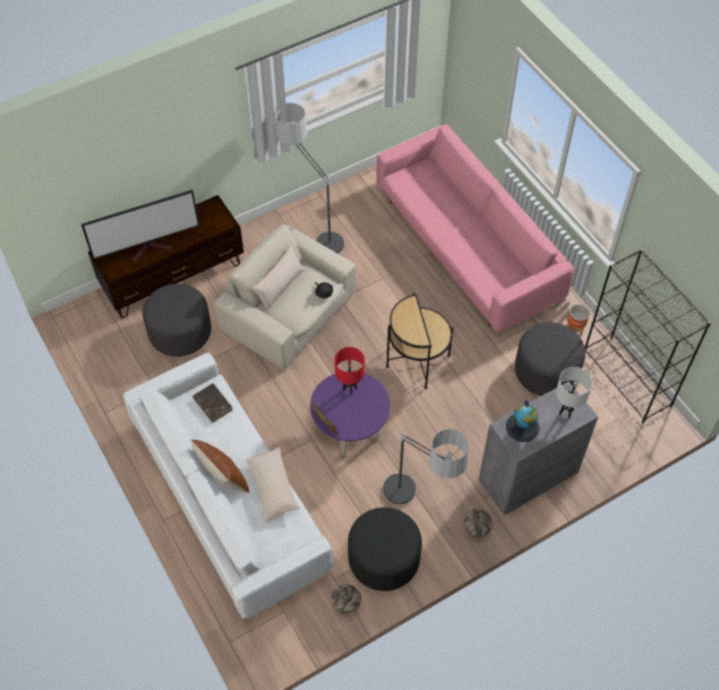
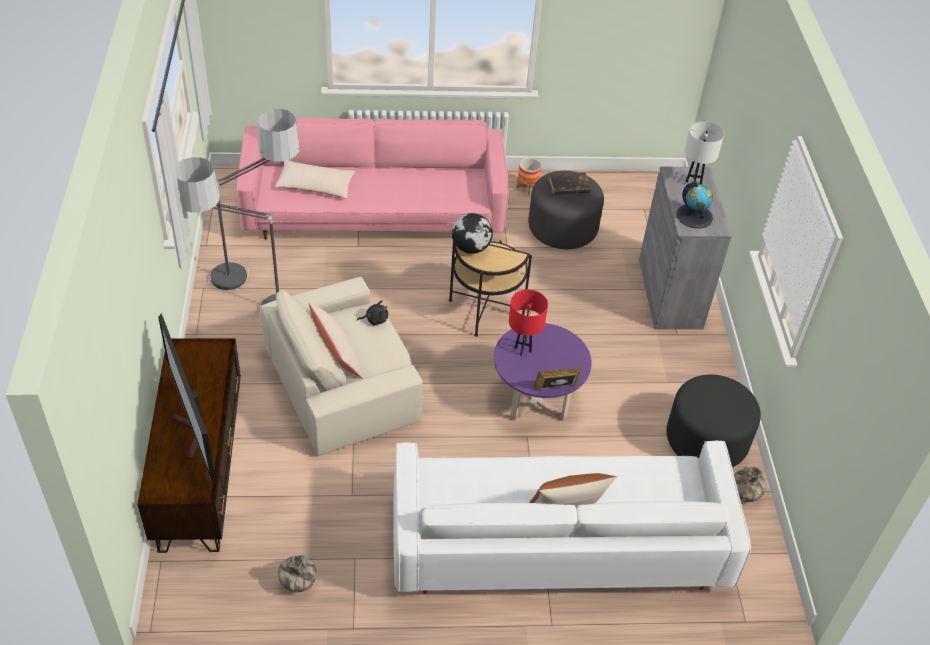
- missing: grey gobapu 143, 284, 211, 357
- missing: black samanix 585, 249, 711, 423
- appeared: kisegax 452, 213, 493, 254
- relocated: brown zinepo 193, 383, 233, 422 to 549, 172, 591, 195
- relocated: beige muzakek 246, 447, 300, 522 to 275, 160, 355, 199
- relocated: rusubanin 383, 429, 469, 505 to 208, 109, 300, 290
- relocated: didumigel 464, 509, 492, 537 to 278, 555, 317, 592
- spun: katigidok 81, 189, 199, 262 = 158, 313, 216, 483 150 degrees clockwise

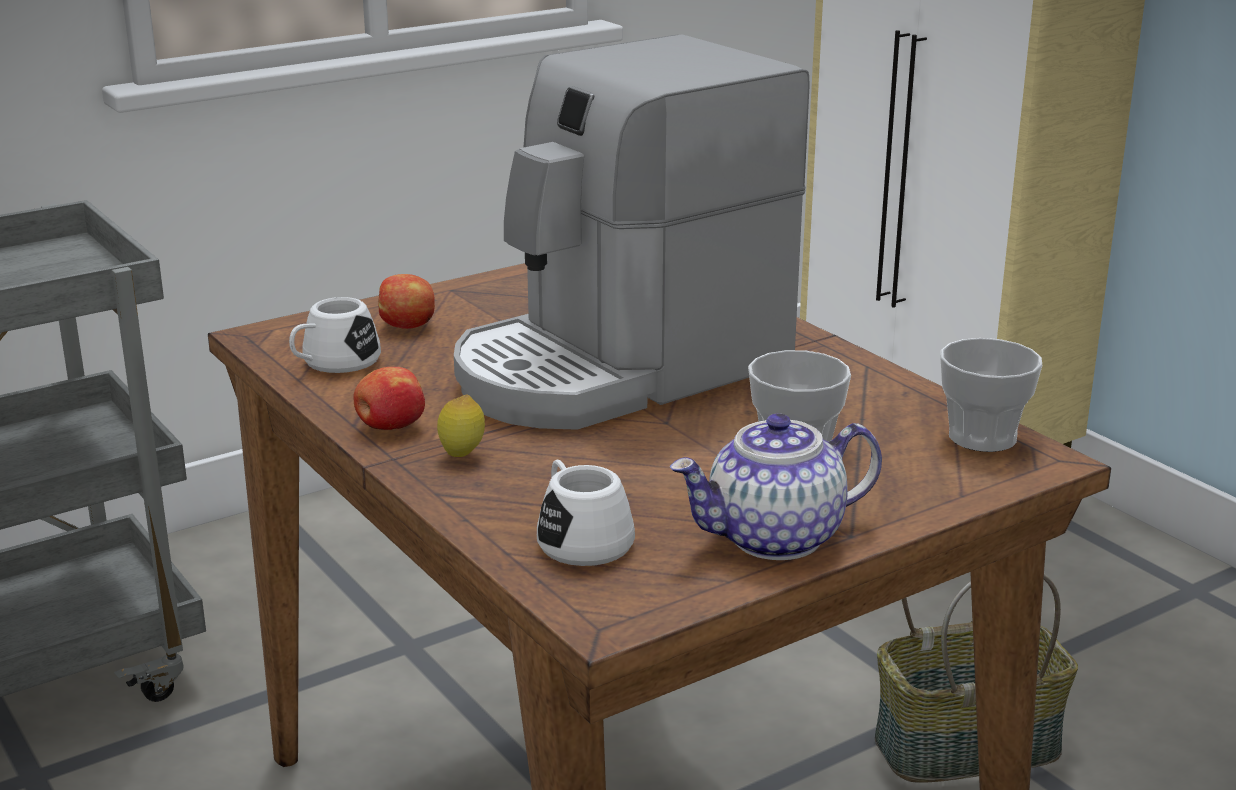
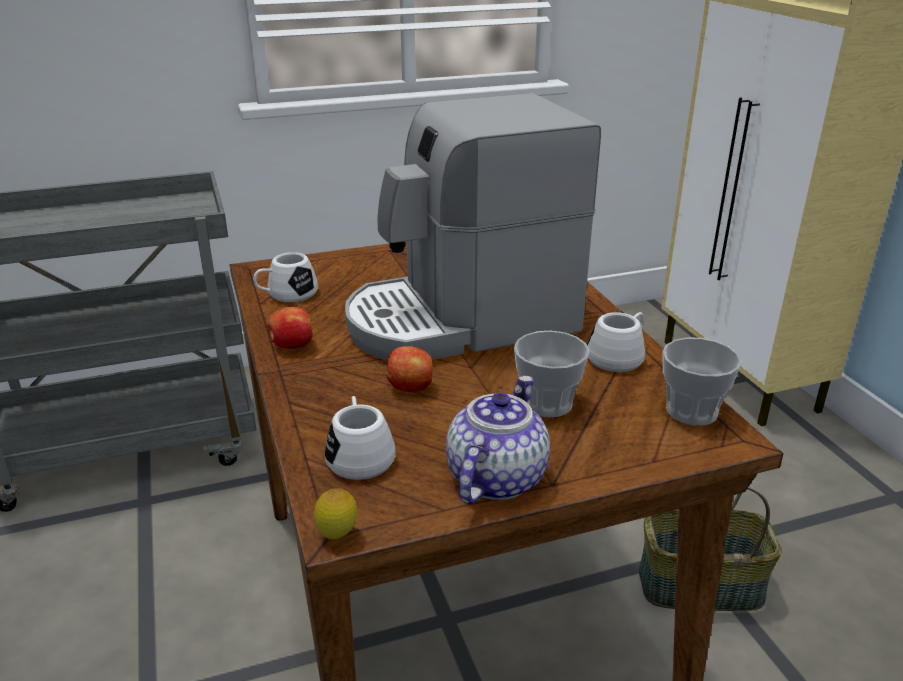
- appeared: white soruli 587, 312, 645, 372
- relocated: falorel 378, 274, 435, 329 to 386, 346, 433, 392
- relocated: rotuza 437, 395, 485, 457 to 314, 488, 357, 540
- spun: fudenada 670, 413, 882, 560 = 446, 376, 550, 504 120 degrees clockwise

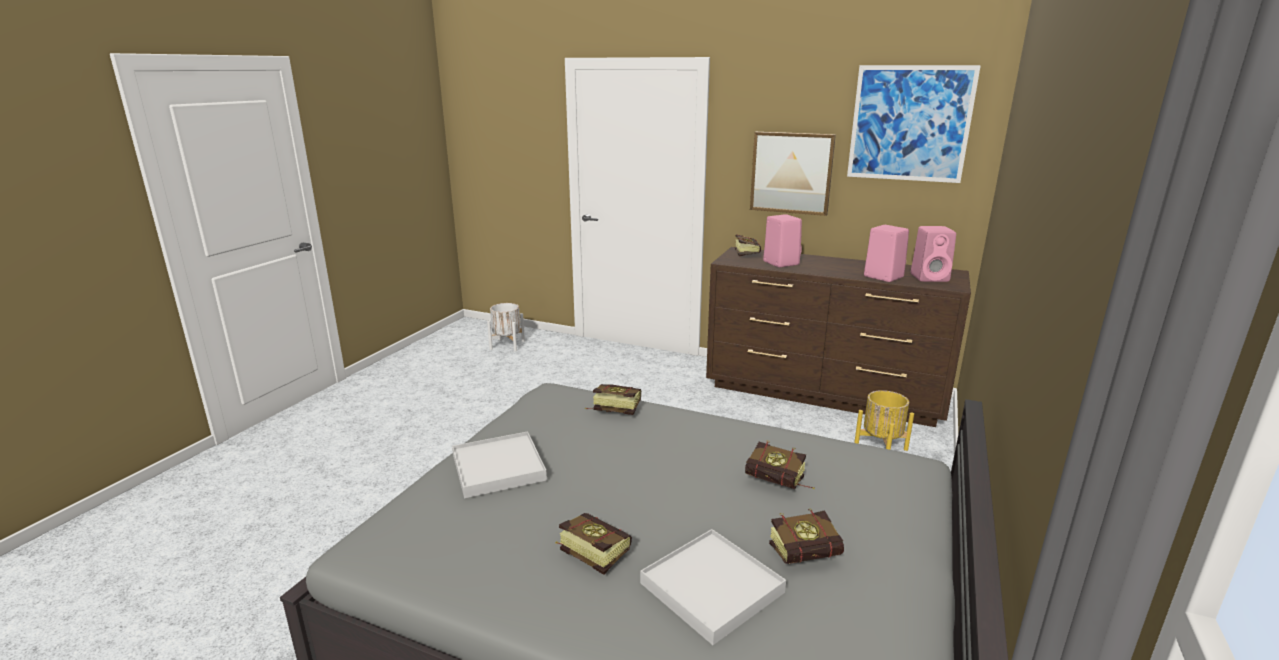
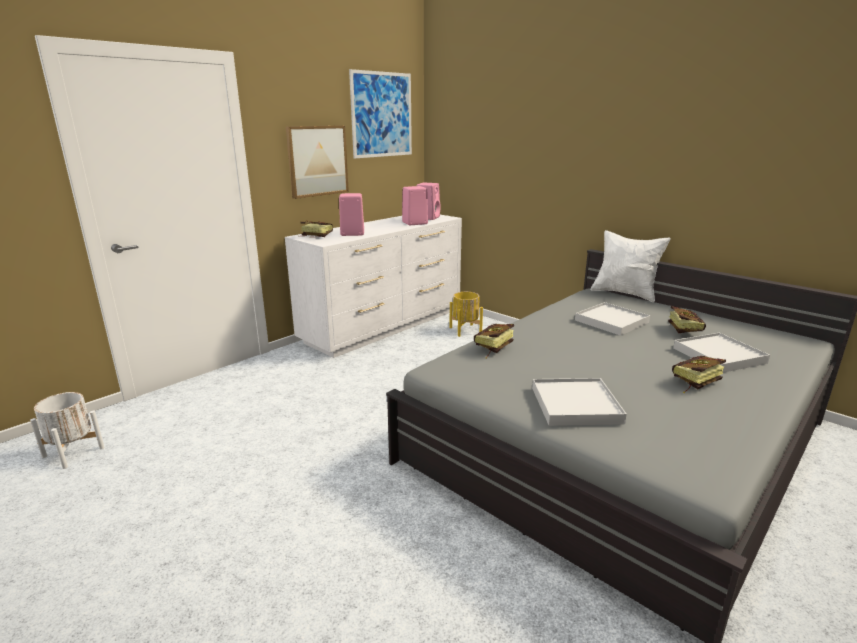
- appeared: white muzakek 591, 230, 671, 302
- exchanged: zinepo 745, 441, 815, 489 to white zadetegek 575, 302, 650, 336
- colour: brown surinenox 706, 247, 971, 427 to white surinenox 285, 215, 462, 358

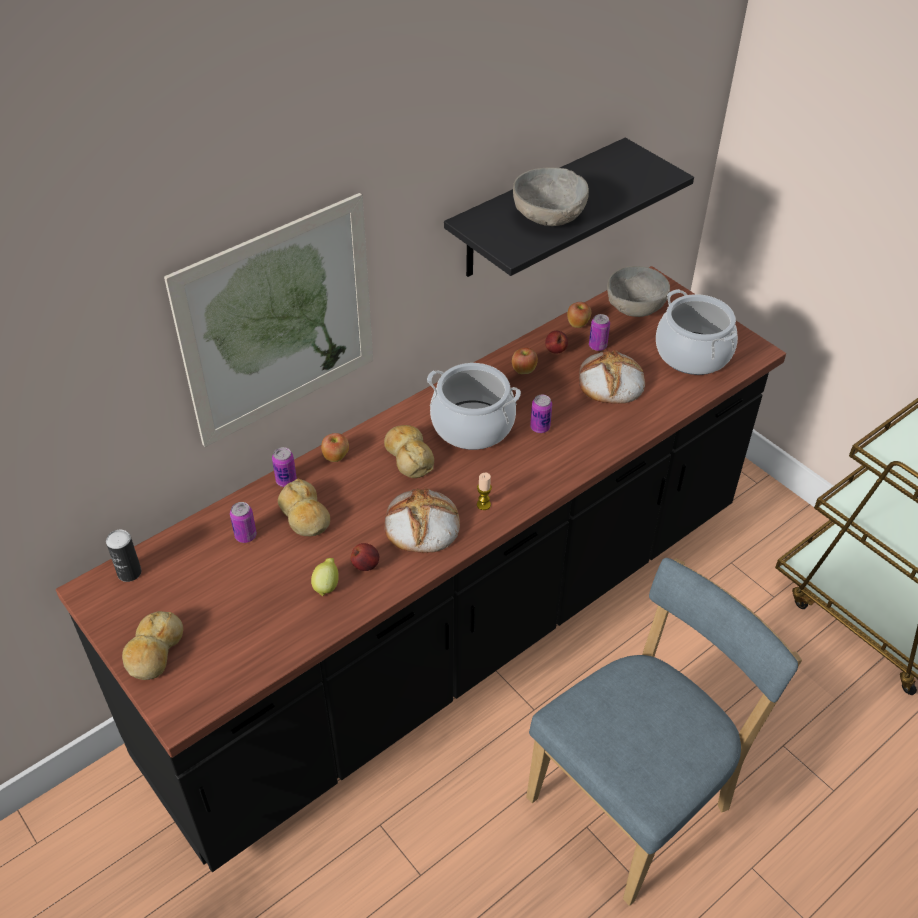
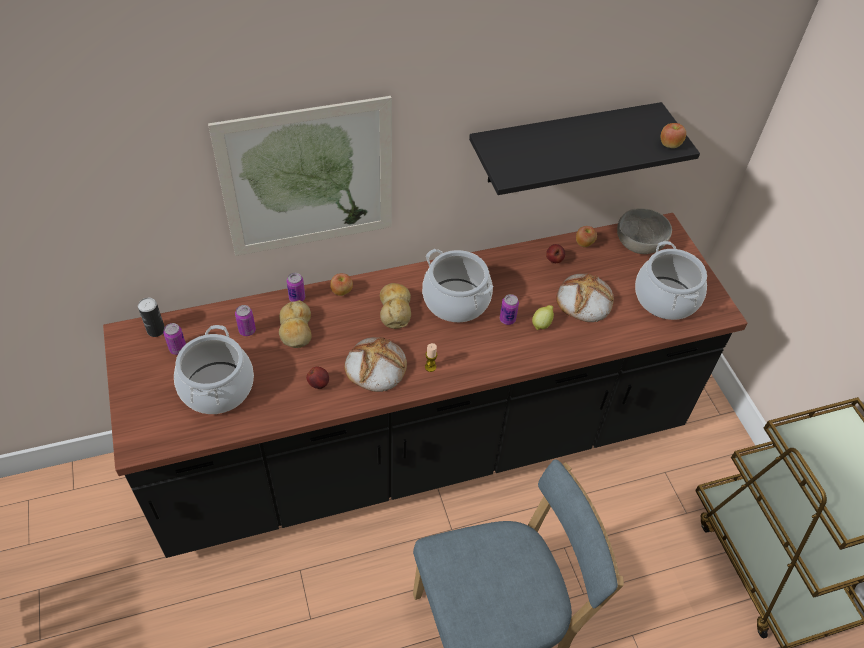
- missing: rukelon 122, 611, 183, 680
- missing: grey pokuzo 513, 167, 589, 226
- appeared: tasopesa 174, 325, 254, 414
- relocated: rotuza 311, 558, 339, 596 to 532, 305, 554, 330
- relocated: falorel 512, 348, 538, 374 to 661, 123, 686, 148
- relocated: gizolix 589, 314, 610, 351 to 163, 323, 186, 355

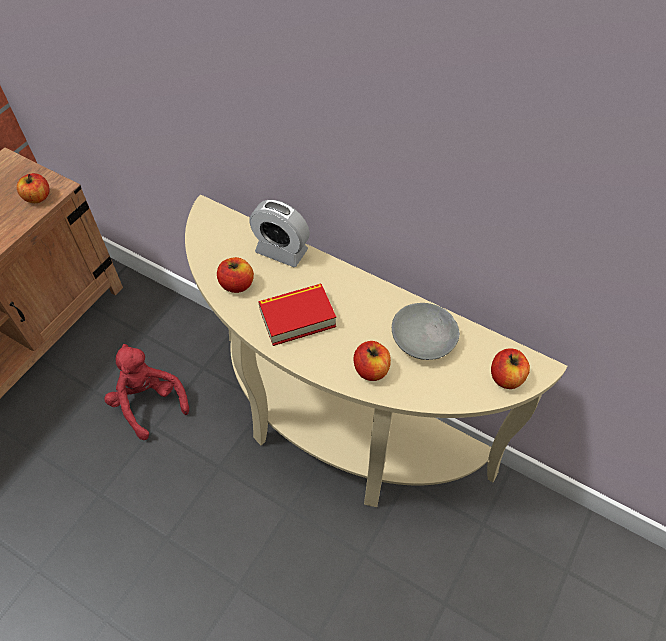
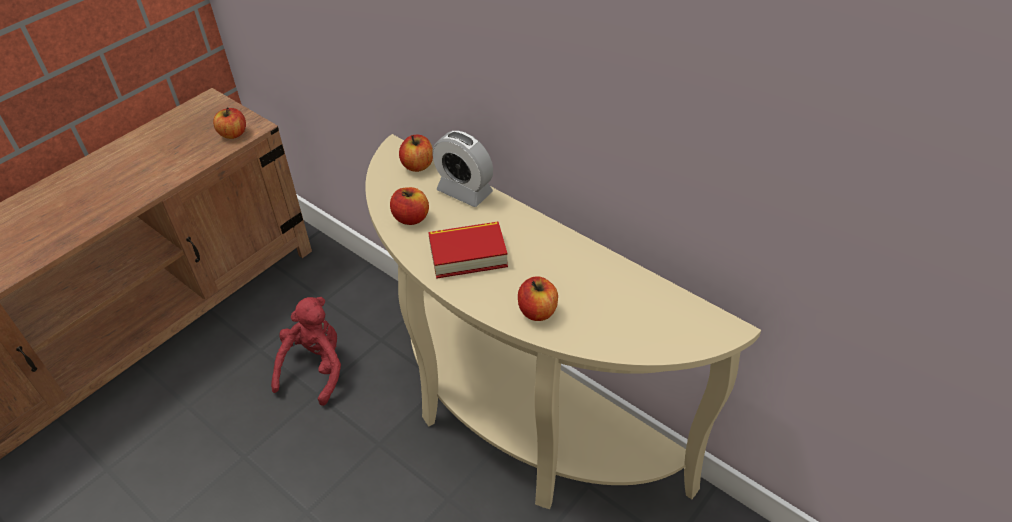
- missing: grey pokuzo 392, 303, 460, 360
- relocated: falorel 491, 348, 530, 389 to 399, 135, 433, 172
- spun: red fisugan 104, 344, 189, 440 = 271, 297, 341, 406 45 degrees clockwise

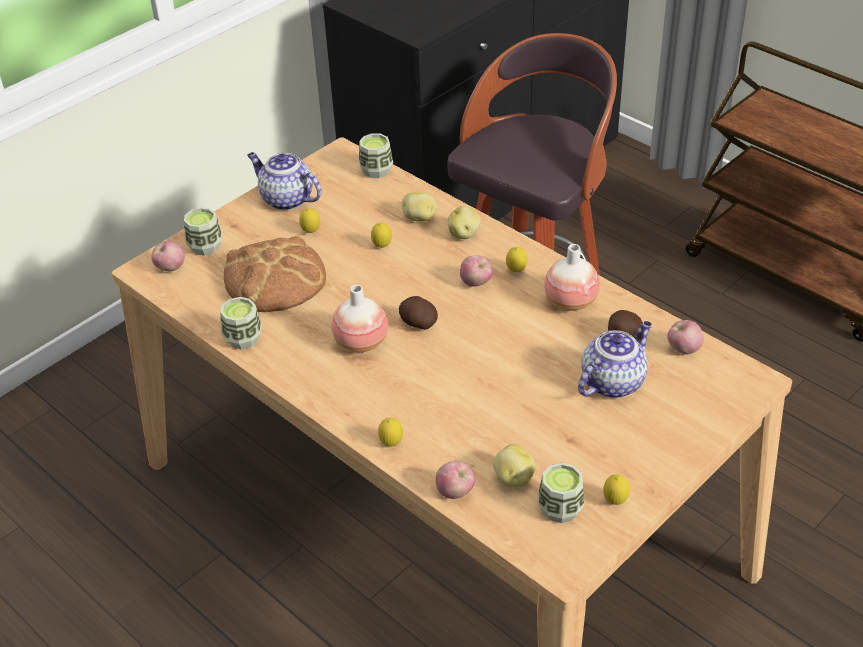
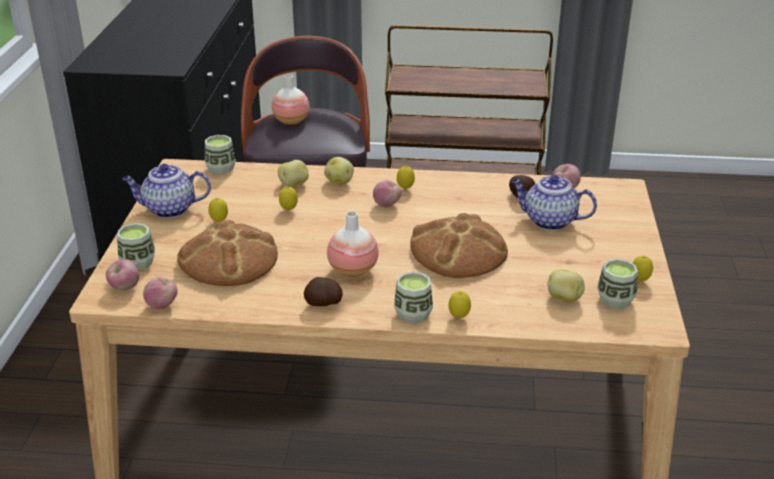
- appeared: rukelon 410, 213, 508, 278
- relocated: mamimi 220, 297, 262, 349 to 394, 272, 433, 323
- relocated: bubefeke 399, 296, 438, 330 to 304, 277, 343, 306
- relocated: falorel 436, 461, 475, 499 to 143, 277, 177, 309
- relocated: didumigel 544, 244, 600, 311 to 272, 75, 310, 125
- spun: fudenada 578, 321, 652, 398 = 511, 175, 597, 230 75 degrees counterclockwise

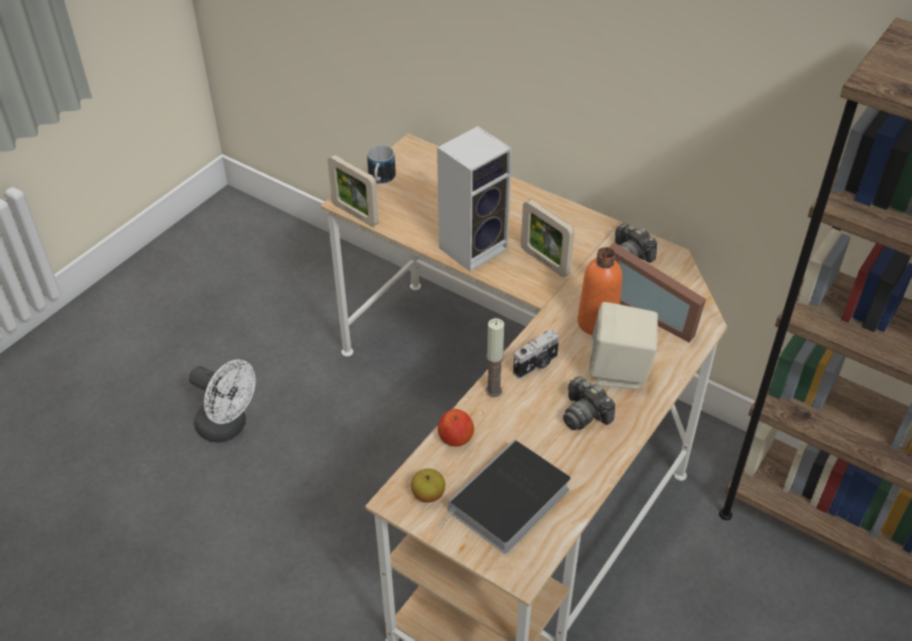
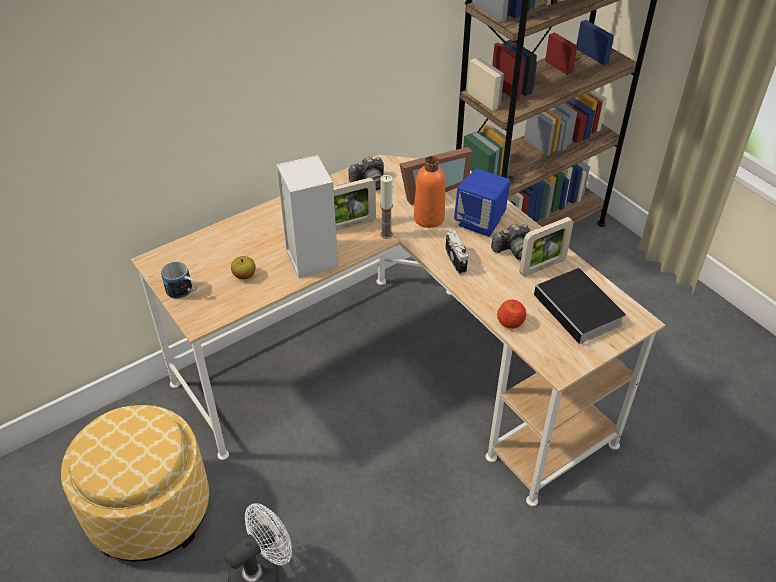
- appeared: gobapu 61, 405, 209, 562
- relocated: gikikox 327, 155, 379, 227 to 519, 217, 574, 277
- relocated: falorel 411, 469, 445, 503 to 231, 256, 256, 279
- relocated: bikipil 486, 318, 504, 397 to 380, 175, 393, 239
- colour: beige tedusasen 589, 302, 658, 389 to blue tedusasen 454, 169, 511, 236

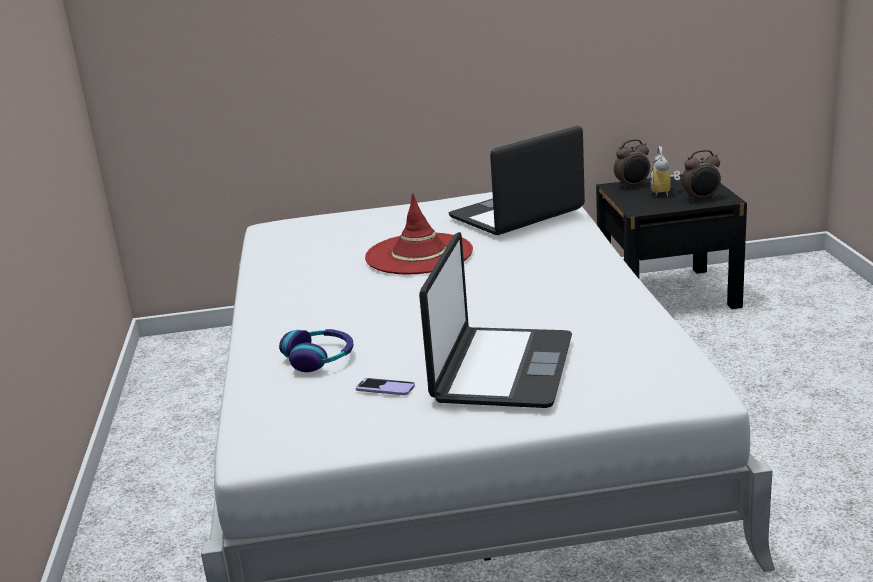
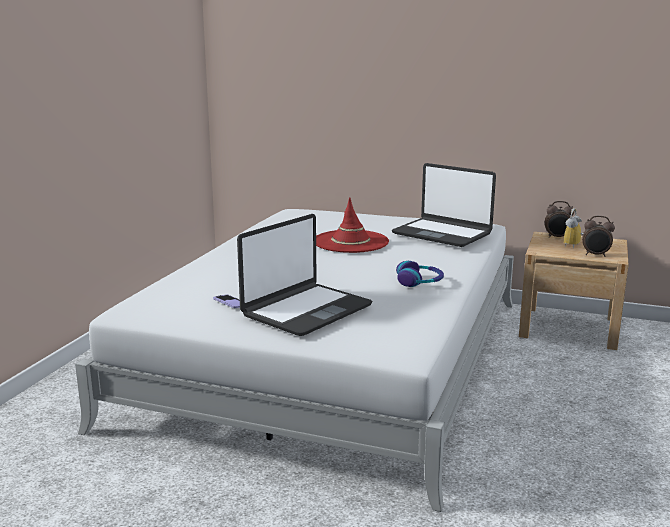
- relocated: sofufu 279, 329, 354, 372 to 396, 261, 444, 287
- colour: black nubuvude 596, 174, 747, 309 to beige nubuvude 519, 232, 629, 350
- spun: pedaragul 449, 126, 585, 235 = 392, 163, 496, 247 135 degrees counterclockwise

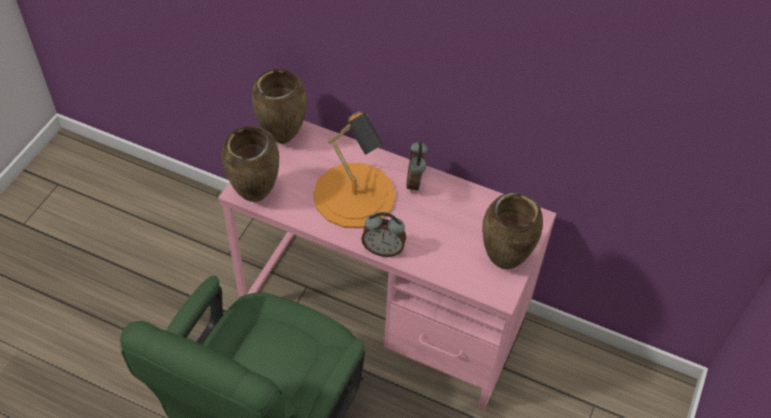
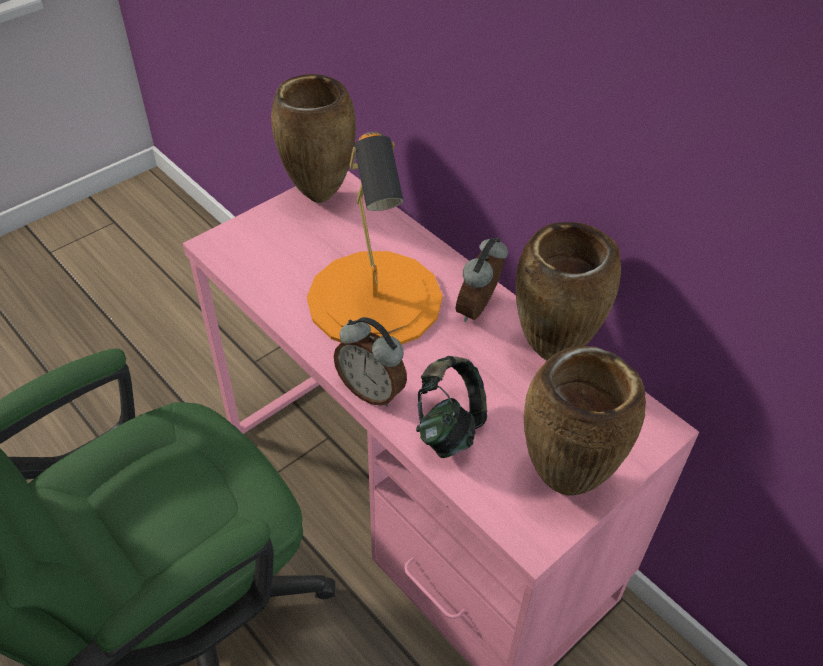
- appeared: sofufu 416, 356, 487, 458
- relocated: brown didumigel 222, 126, 279, 202 to 516, 222, 621, 360

